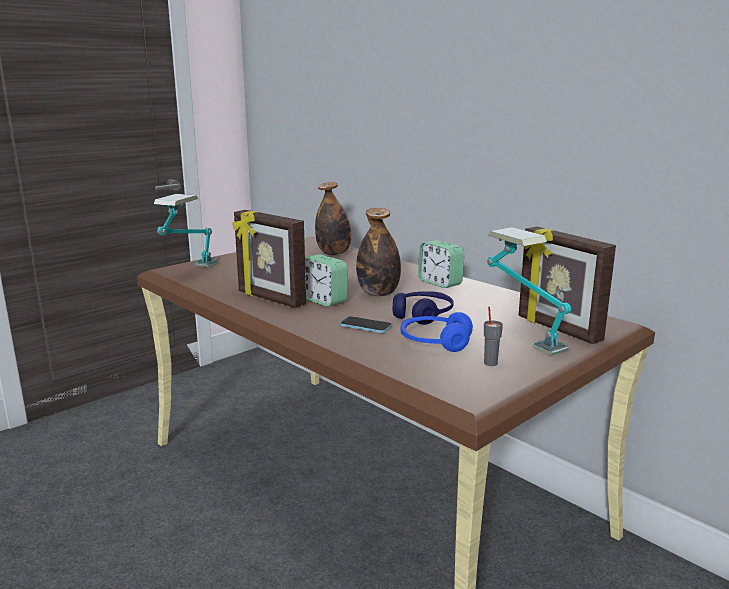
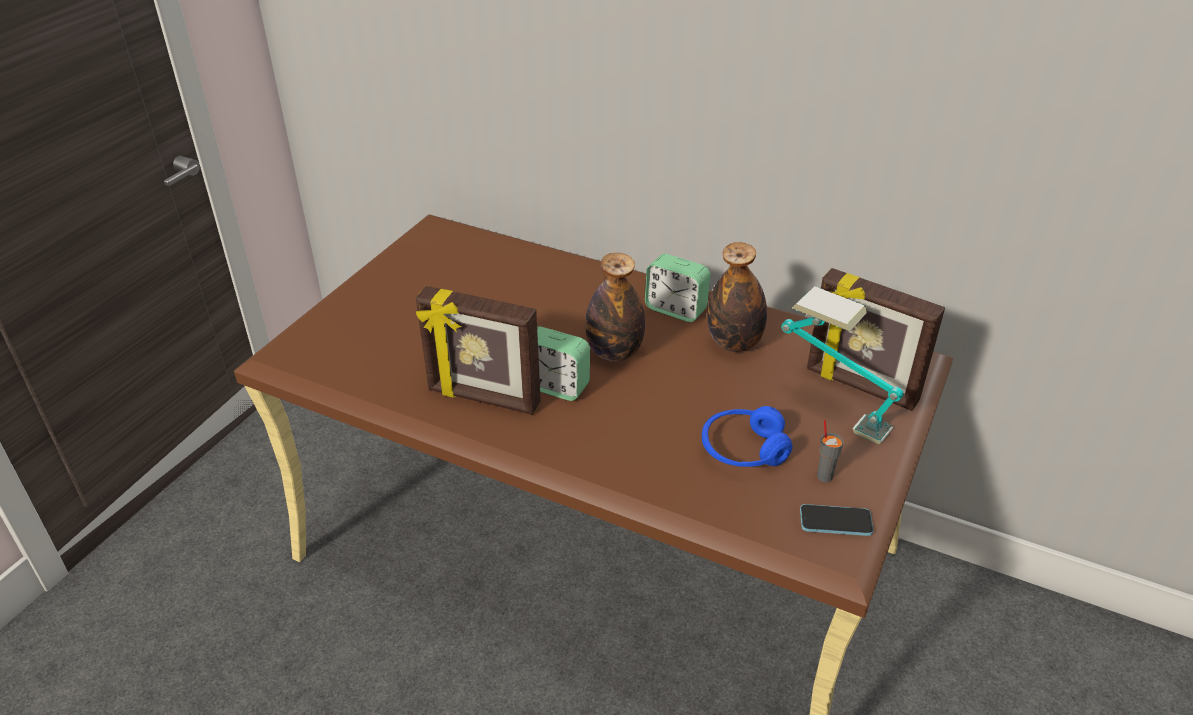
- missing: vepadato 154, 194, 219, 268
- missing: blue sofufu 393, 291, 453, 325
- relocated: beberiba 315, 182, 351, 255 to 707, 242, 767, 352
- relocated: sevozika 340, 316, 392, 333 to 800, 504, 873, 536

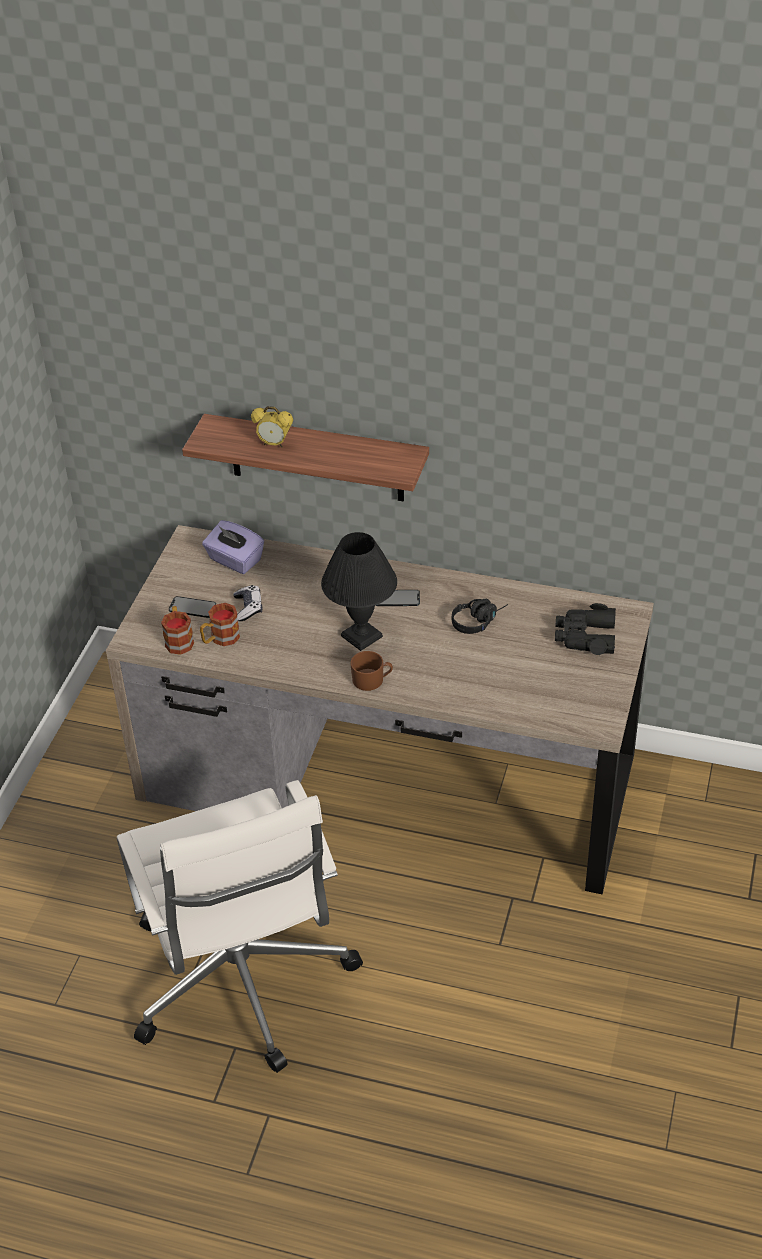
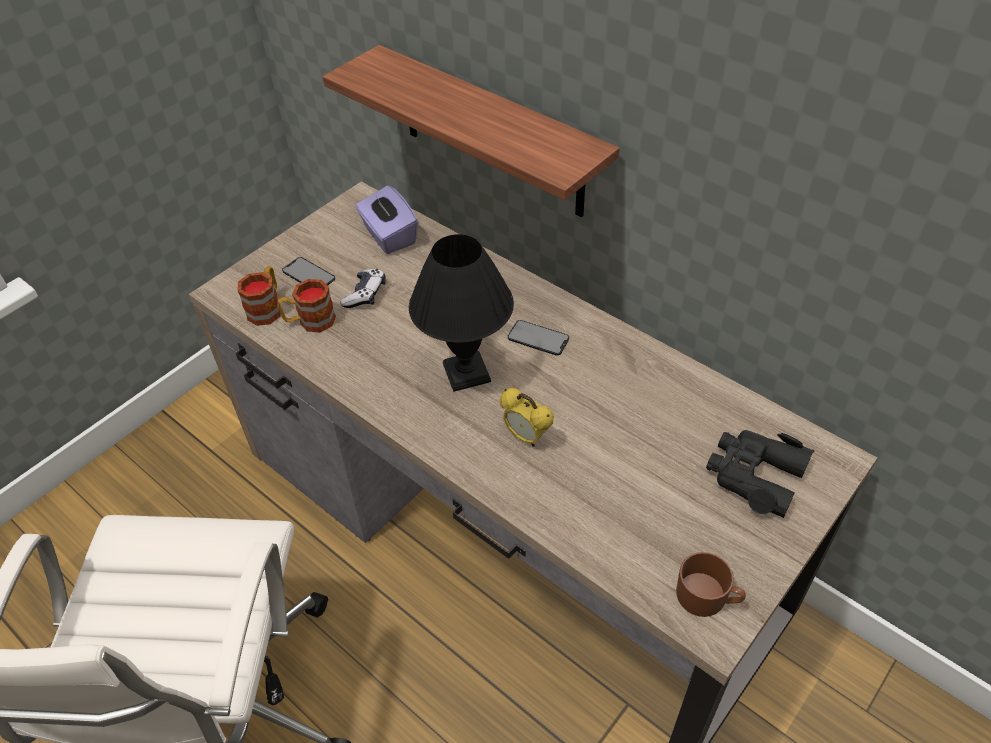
- missing: black sofufu 451, 599, 508, 634
- relocated: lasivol 251, 406, 293, 448 to 500, 388, 554, 447
- relocated: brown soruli 350, 651, 393, 691 to 676, 552, 746, 617

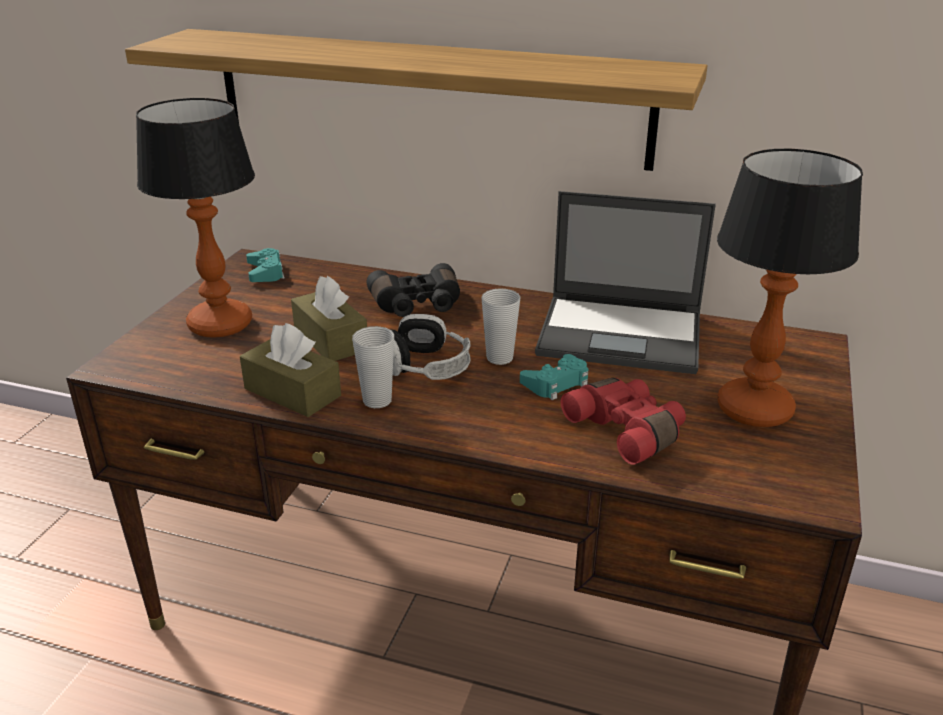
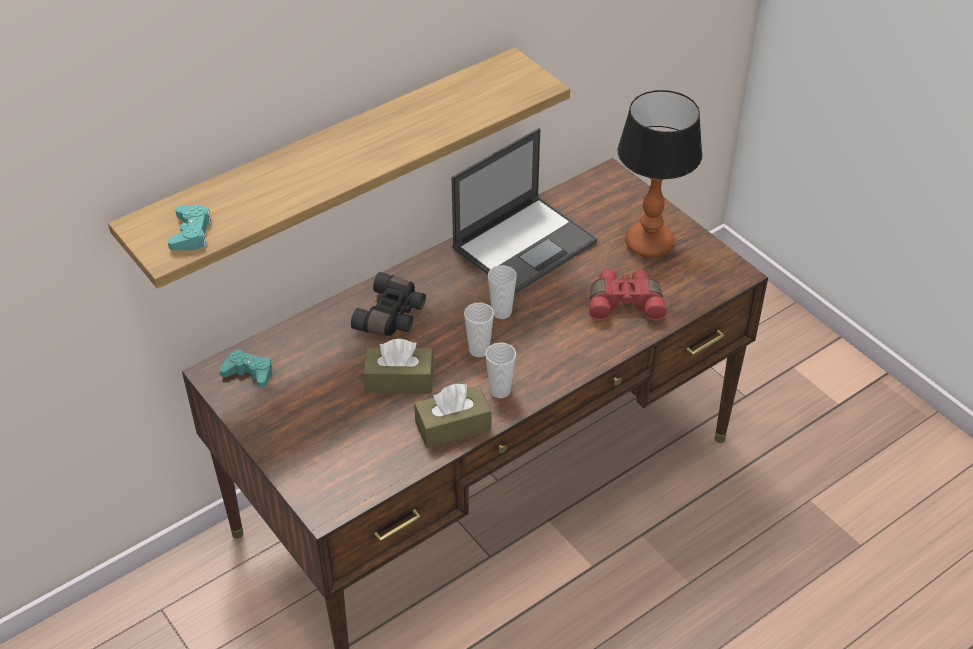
- missing: vepadato 136, 98, 255, 338
- relocated: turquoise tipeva 520, 354, 589, 400 to 167, 205, 212, 250
- exchanged: sofufu 391, 314, 471, 380 to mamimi 464, 302, 494, 357

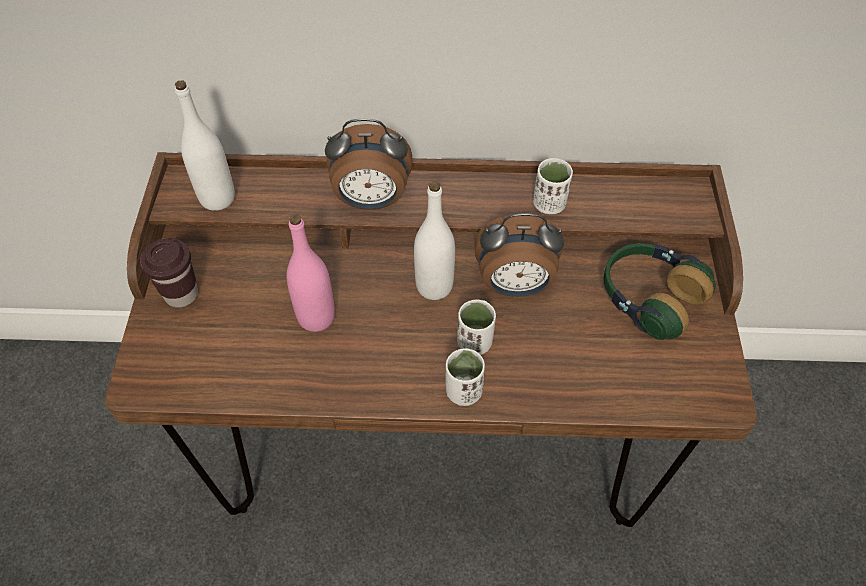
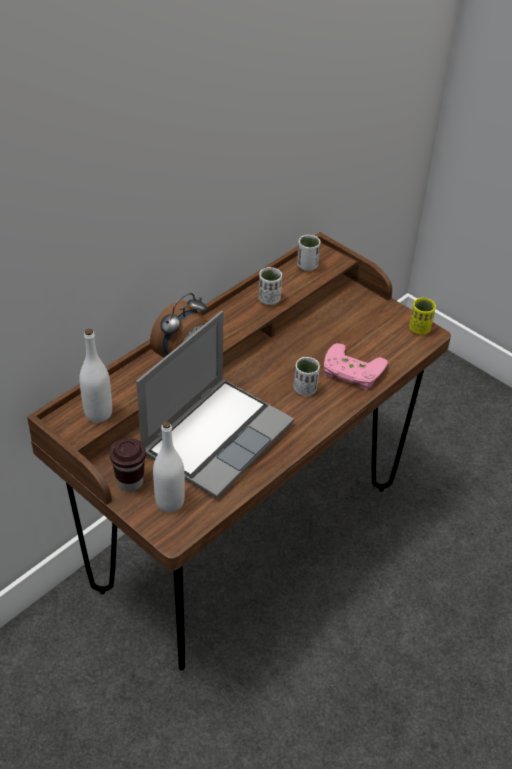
- missing: lasivol 475, 213, 564, 297
- missing: sofufu 604, 243, 716, 340
- appeared: pink tipeva 324, 343, 388, 390
- appeared: yellow mamimi 409, 298, 436, 334
- relocated: white beberiba 414, 181, 455, 300 to 153, 421, 185, 512
- relocated: white mamimi 446, 348, 485, 406 to 297, 235, 321, 271
- exchanged: pink beberiba 286, 214, 335, 332 to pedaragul 136, 311, 294, 499

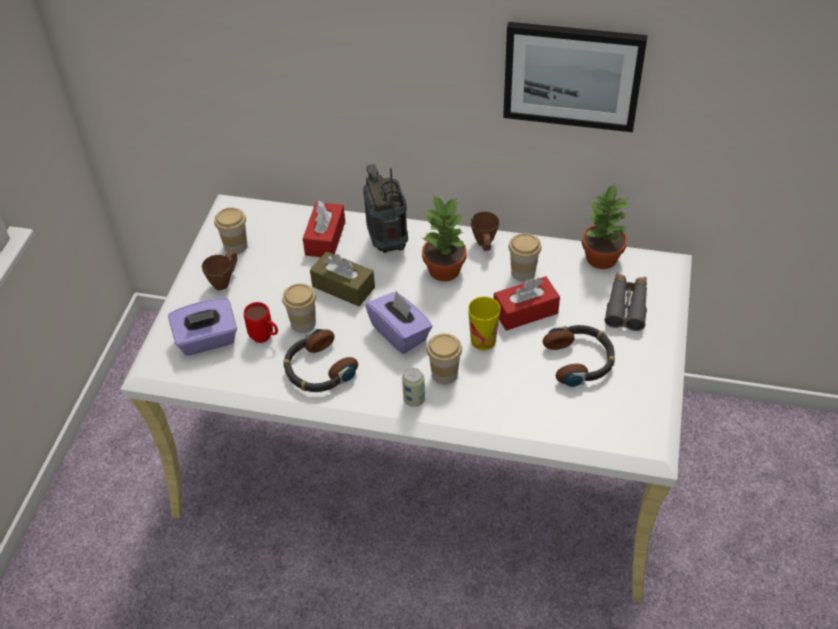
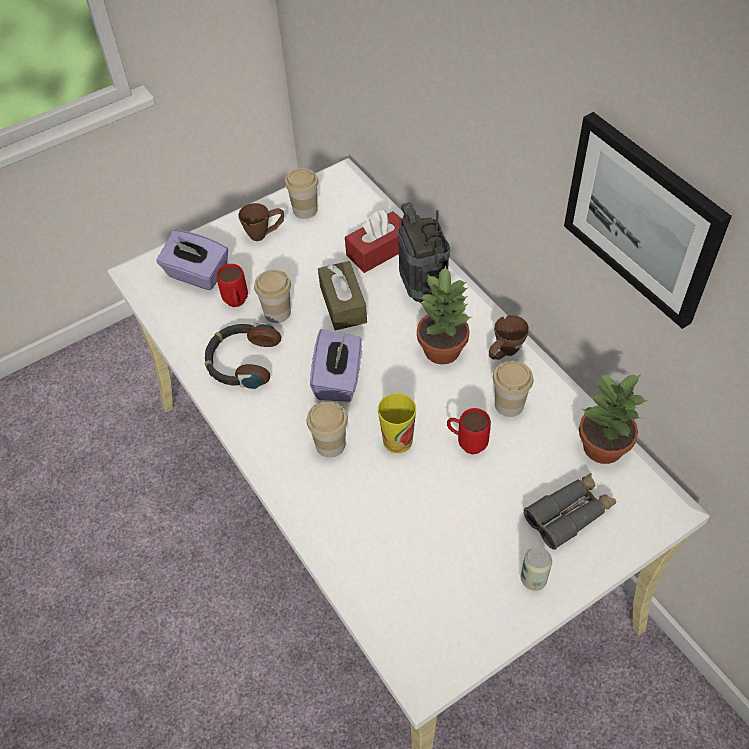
- missing: sofufu 543, 325, 615, 387
- relocated: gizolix 402, 368, 425, 407 to 521, 547, 552, 591
- exchanged: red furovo 494, 276, 560, 331 to red soruli 447, 408, 491, 454
- spun: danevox 363, 164, 408, 253 = 398, 202, 450, 302 45 degrees counterclockwise

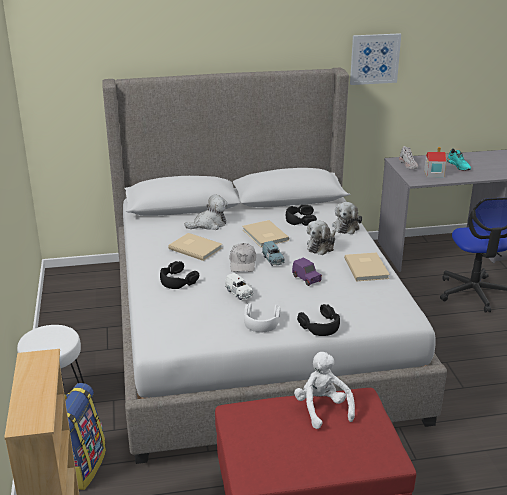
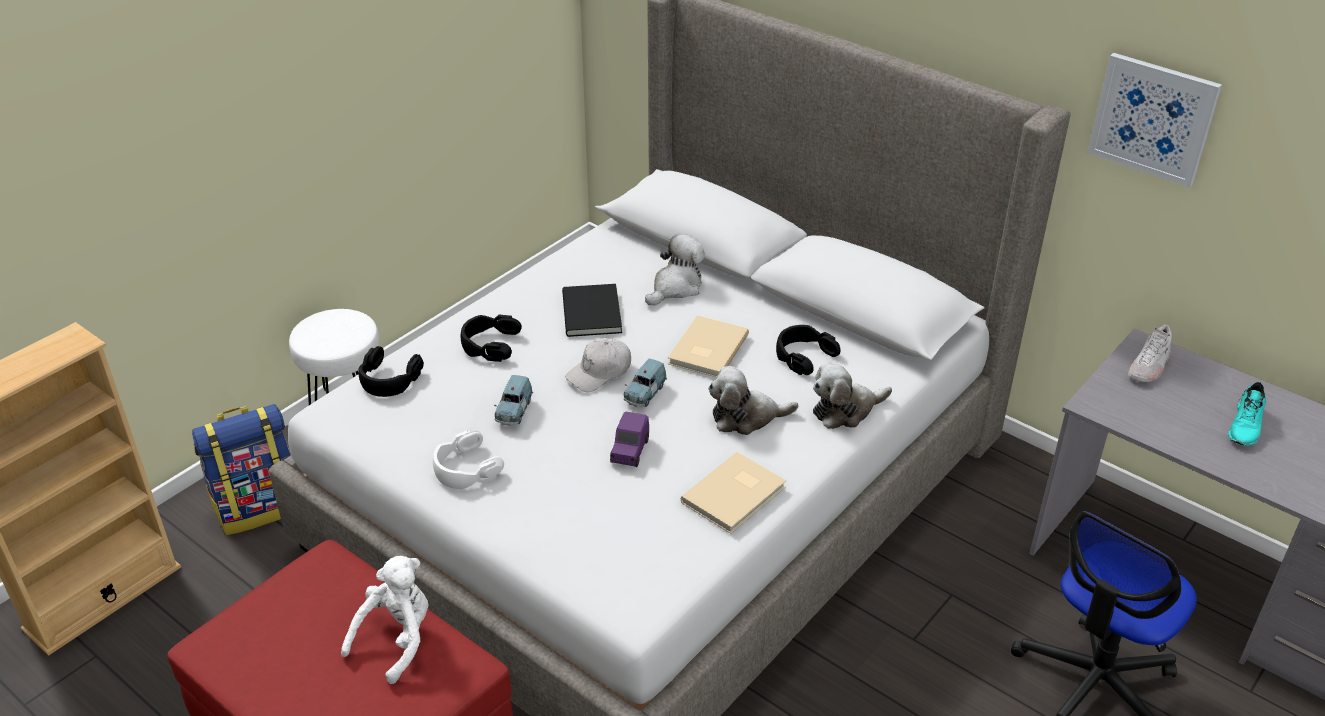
- missing: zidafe 424, 147, 446, 177
- relocated: black sofufu 297, 304, 340, 336 to 358, 346, 424, 397
- colour: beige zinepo 168, 233, 222, 261 to black zinepo 562, 284, 622, 337
- colour: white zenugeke 225, 273, 253, 300 to blue zenugeke 494, 375, 533, 426
- spun: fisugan 184, 194, 228, 230 = 645, 233, 705, 305 75 degrees counterclockwise

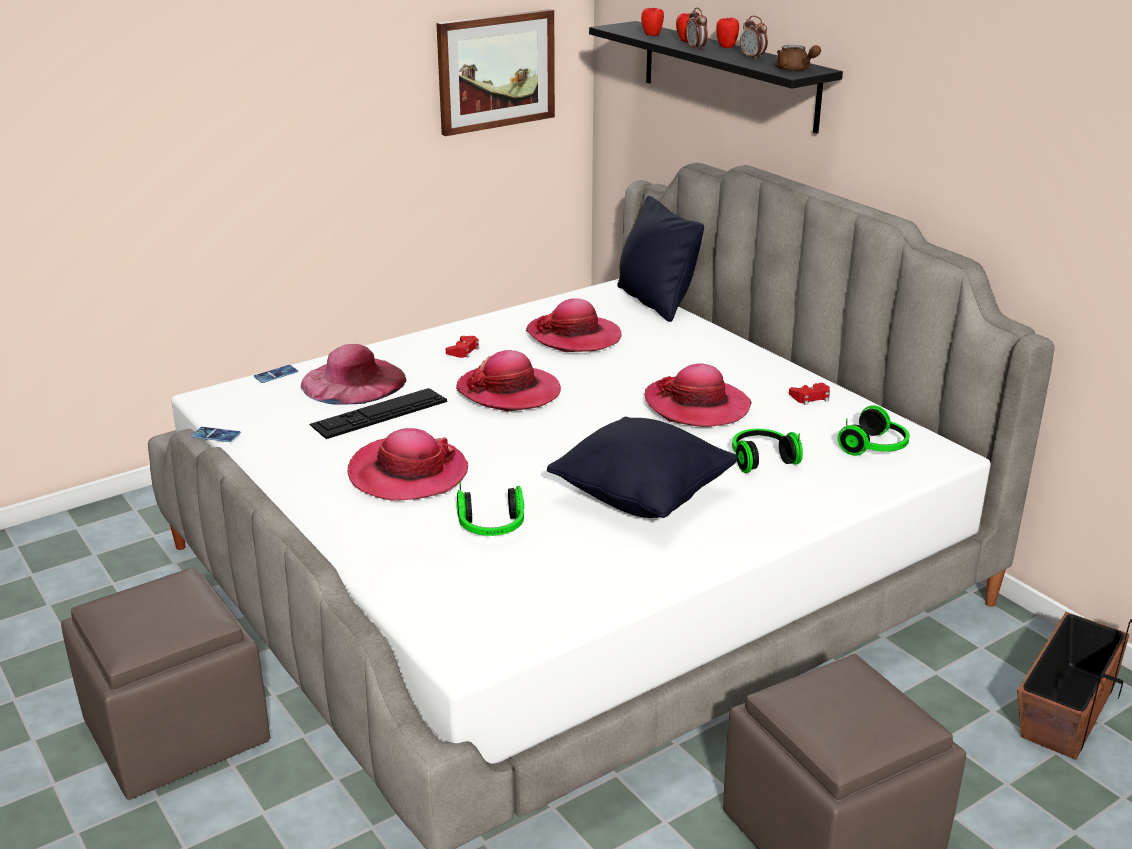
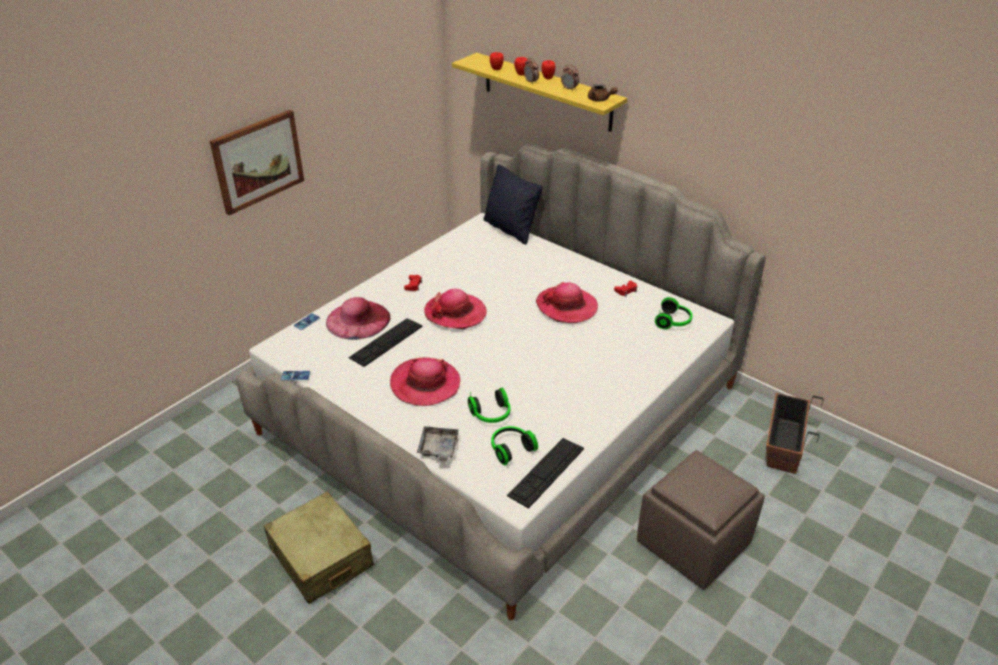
- missing: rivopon 526, 298, 621, 352
- missing: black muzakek 547, 417, 738, 518
- appeared: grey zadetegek 417, 426, 459, 464
- appeared: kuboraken 507, 438, 584, 509
- relocated: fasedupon 436, 9, 555, 136 to 210, 110, 304, 216
- relocated: sofufu 732, 429, 803, 473 to 491, 426, 538, 465
- exchanged: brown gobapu 61, 567, 270, 800 to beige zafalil 264, 491, 374, 604
- colour: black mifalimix 589, 21, 843, 133 to yellow mifalimix 452, 53, 627, 132

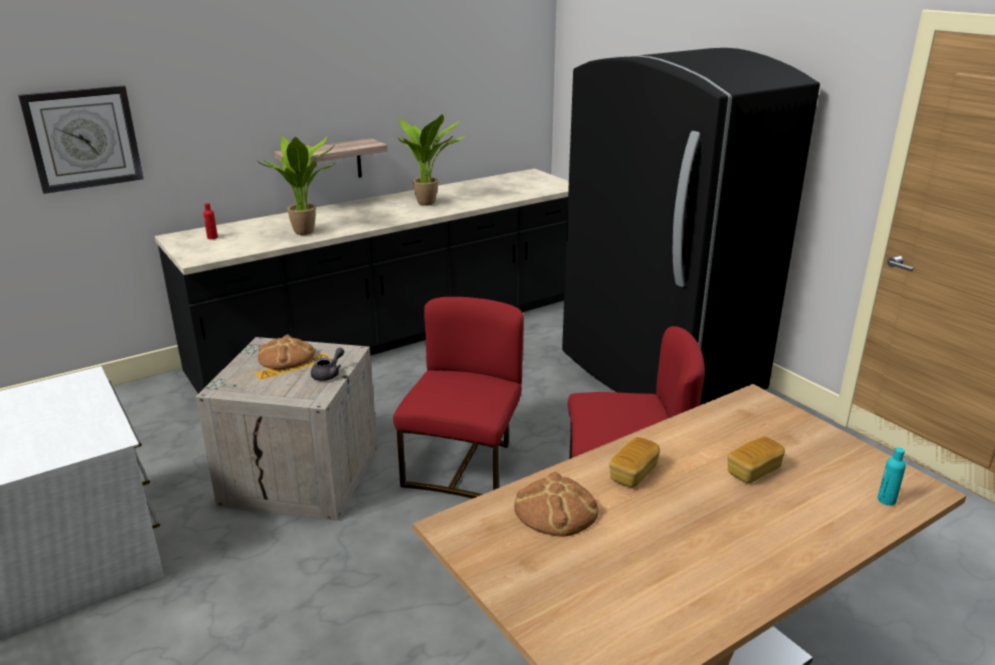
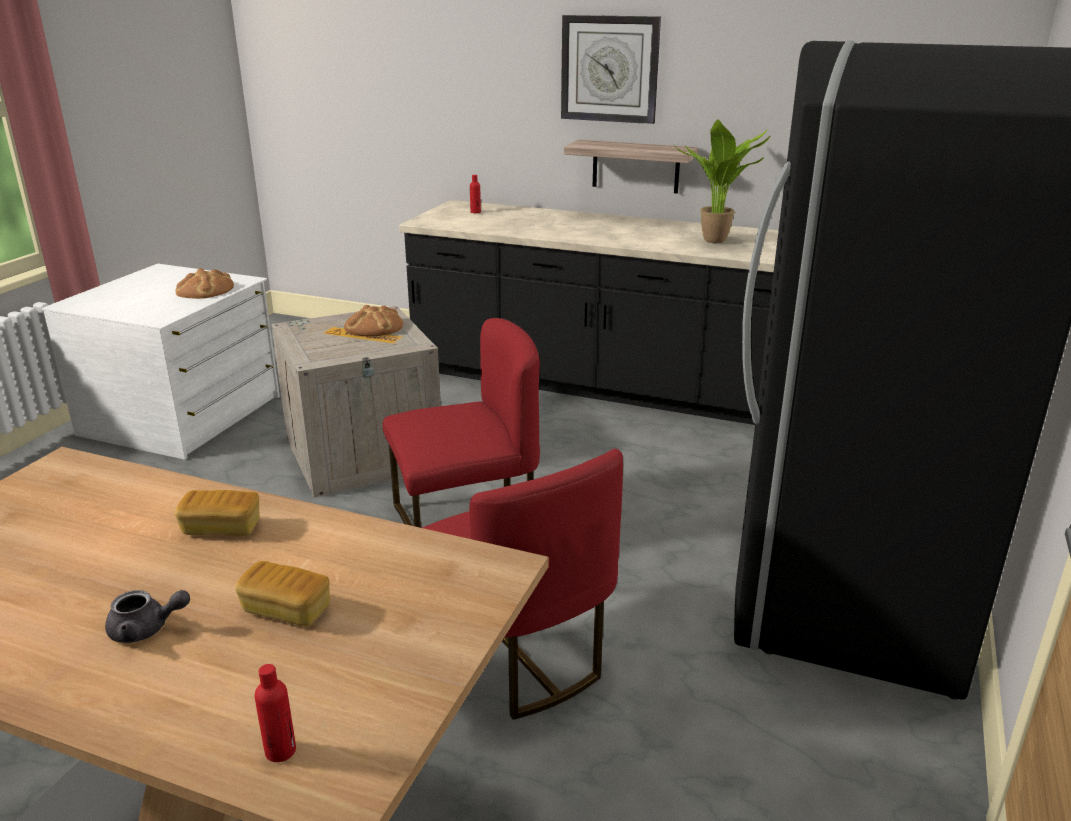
- missing: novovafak 257, 136, 337, 235
- relocated: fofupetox 18, 86, 144, 194 to 561, 15, 661, 124
- relocated: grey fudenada 311, 348, 344, 381 to 105, 590, 190, 643
- relocated: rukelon 514, 471, 598, 537 to 176, 268, 234, 299
- colour: turquoise beberiba 878, 447, 906, 505 to red beberiba 255, 664, 296, 762

